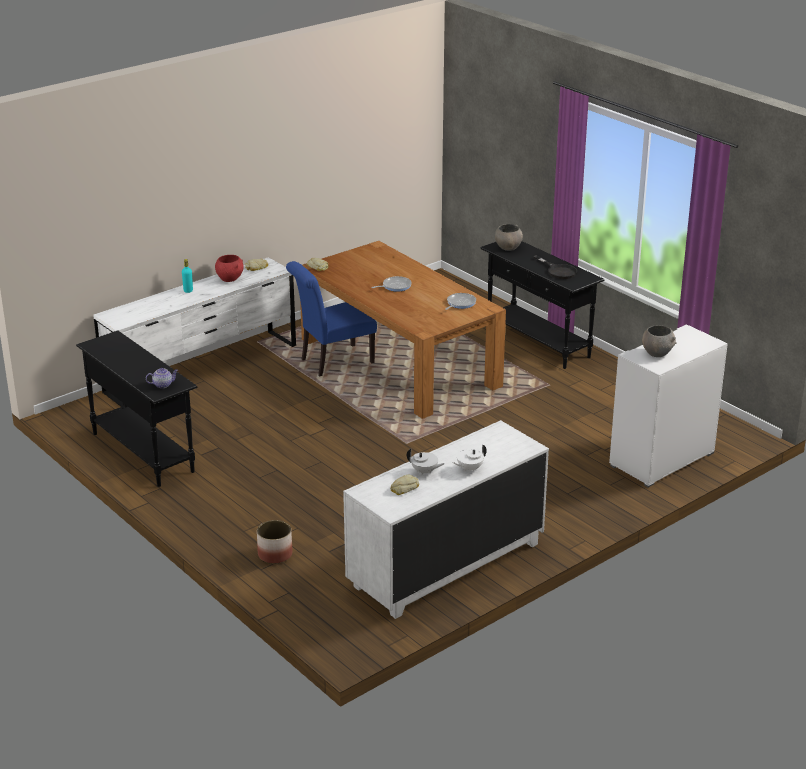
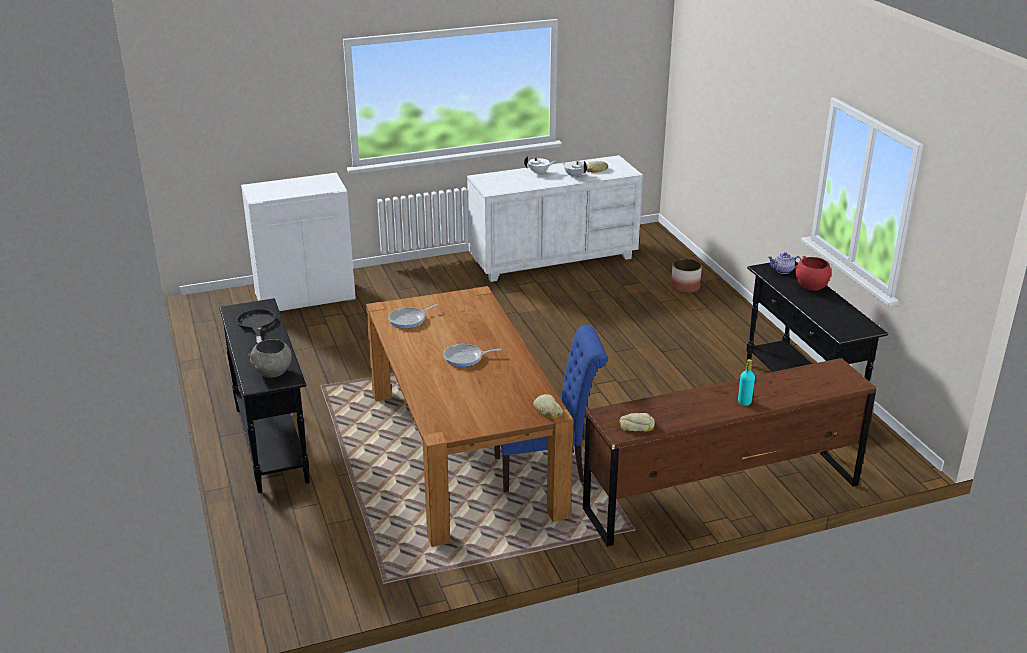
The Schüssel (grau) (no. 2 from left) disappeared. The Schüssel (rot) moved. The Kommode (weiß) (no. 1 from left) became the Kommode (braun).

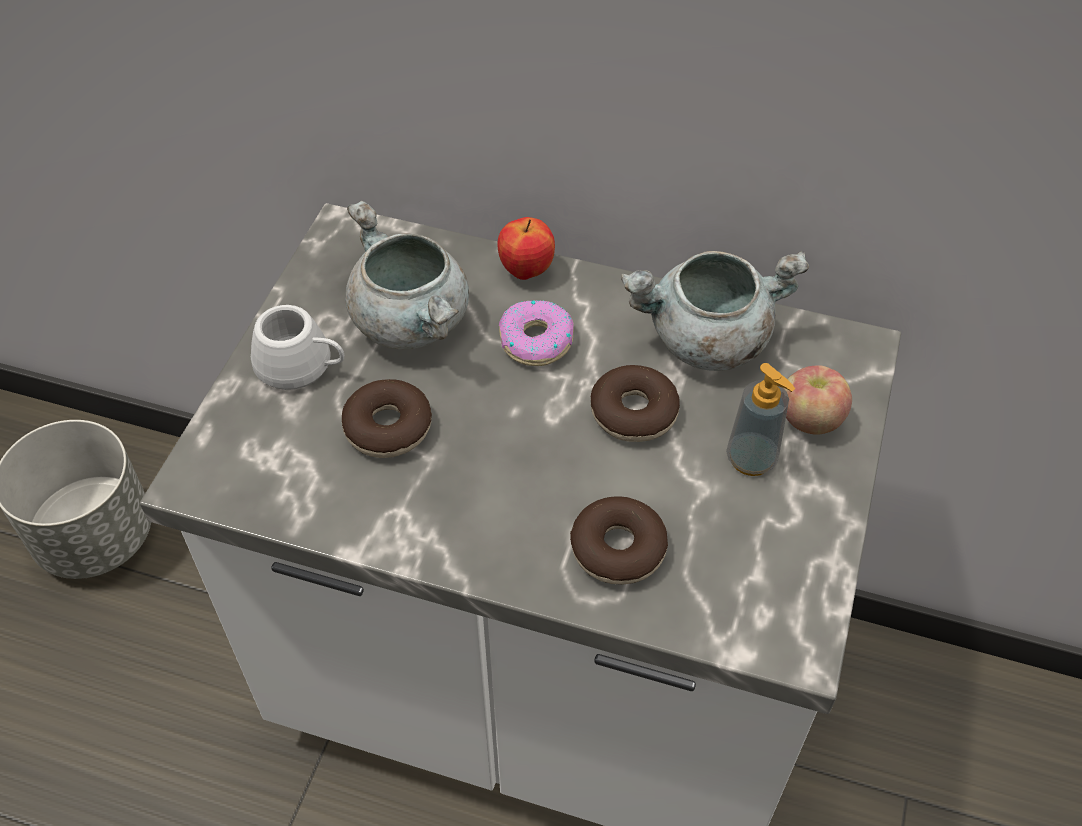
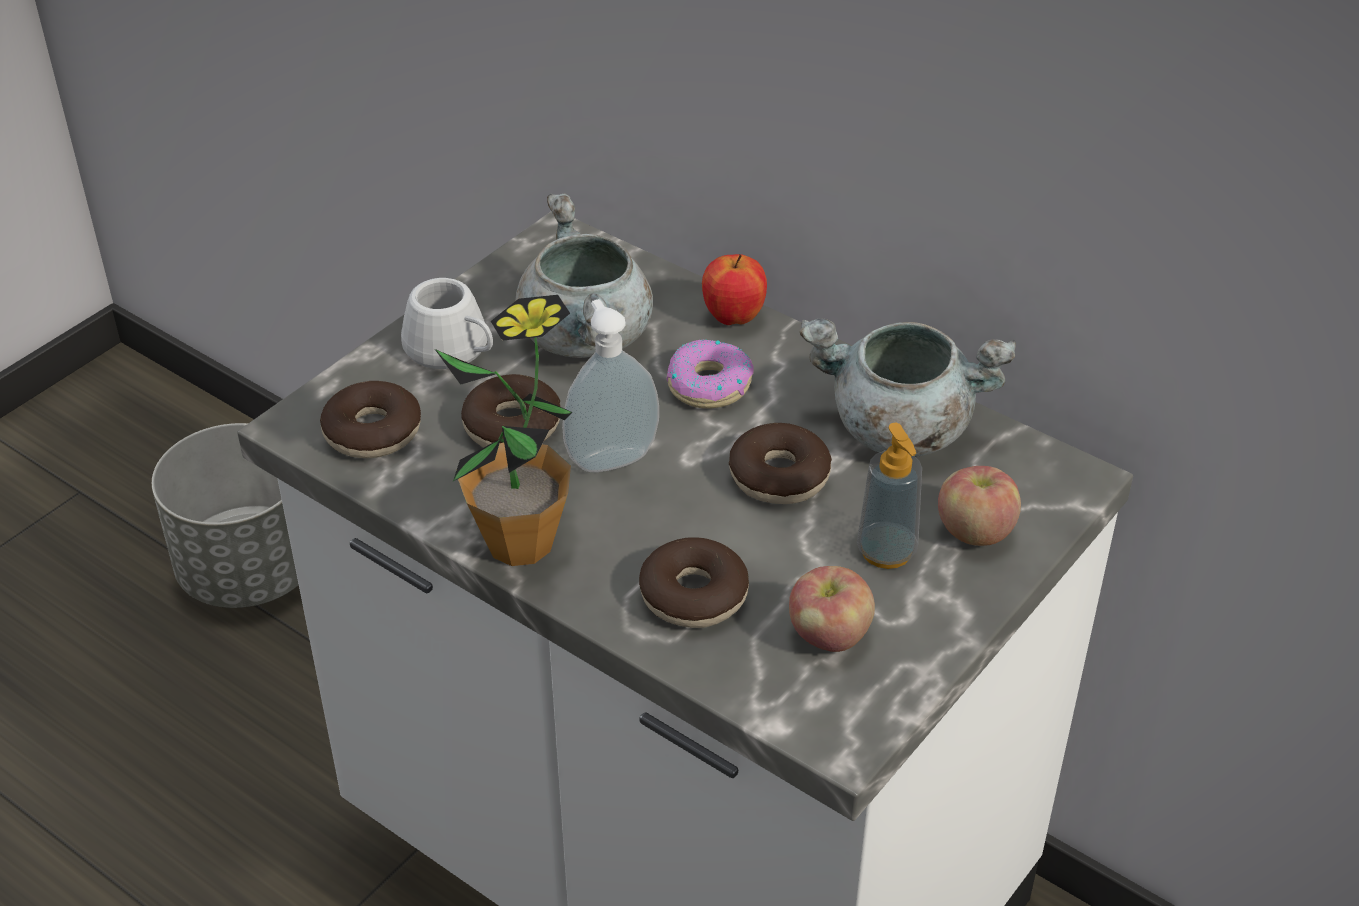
The Donut (no. 1 from left) appeared. The Topfpflanze appeared. The Seifenspender (no. 1 from left) appeared. The Apfel (no. 2 from left) appeared.

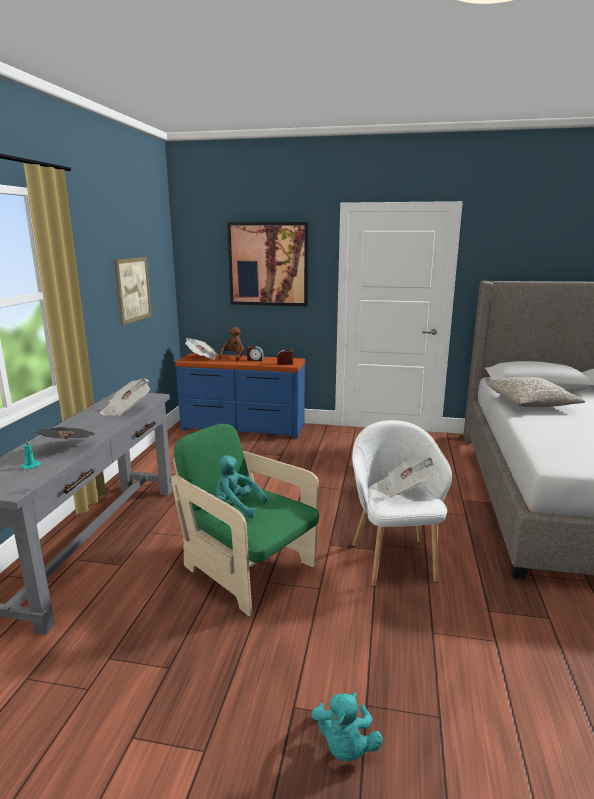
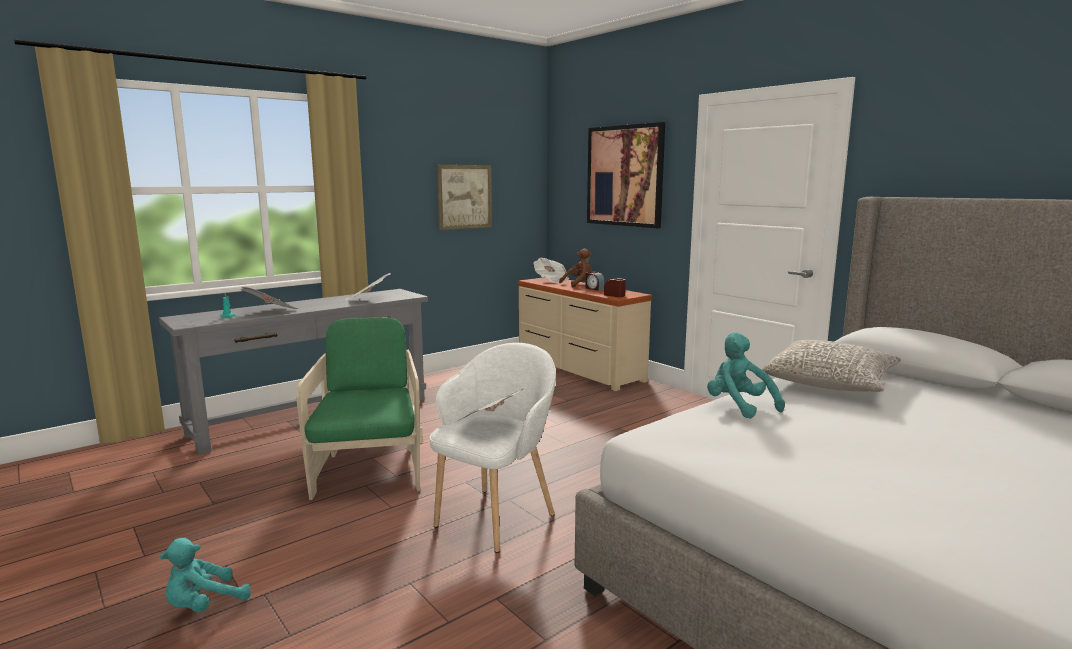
The Plüschtier (türkis) (no. 1 from left in the first image) moved. The Kommode (blau) became the Kommode (beige).

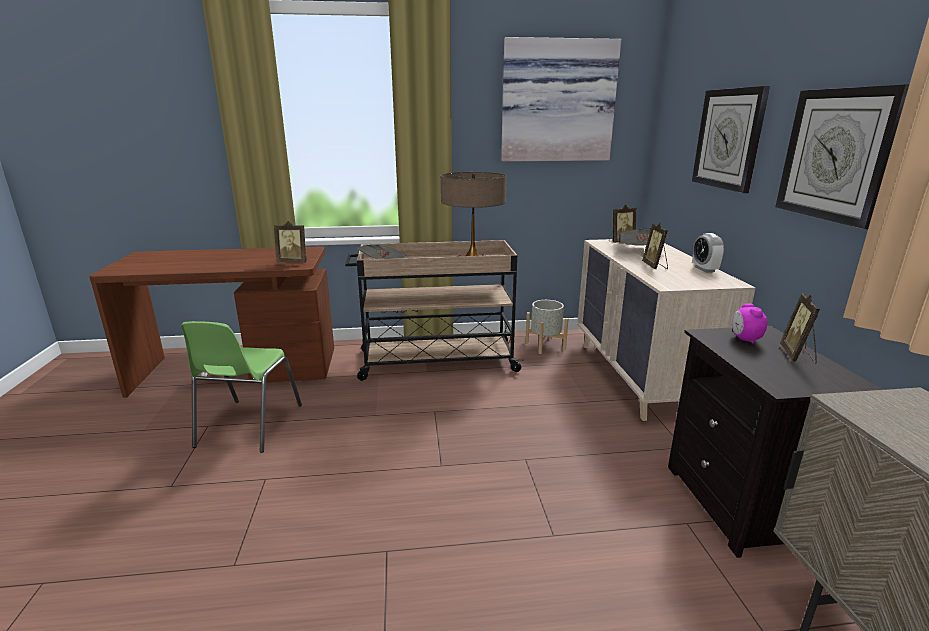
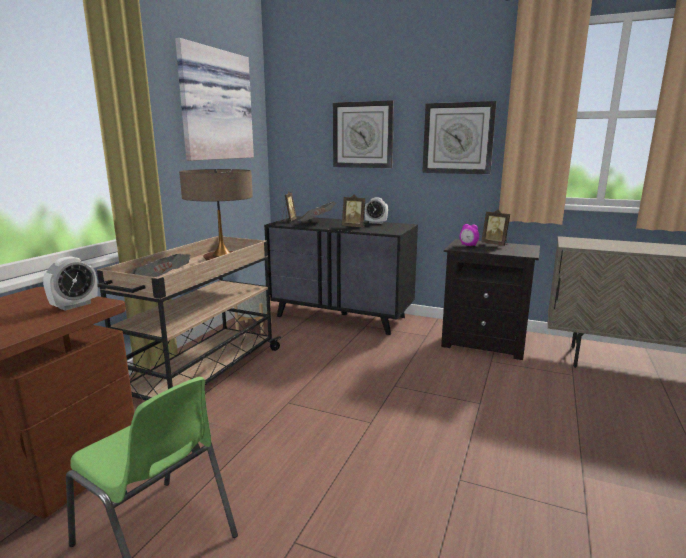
The Bilderrahmen (no. 1 from left) was replaced by the Wecker (no. 1 from left). The Kommode (beige) became the Kommode (schwarz).

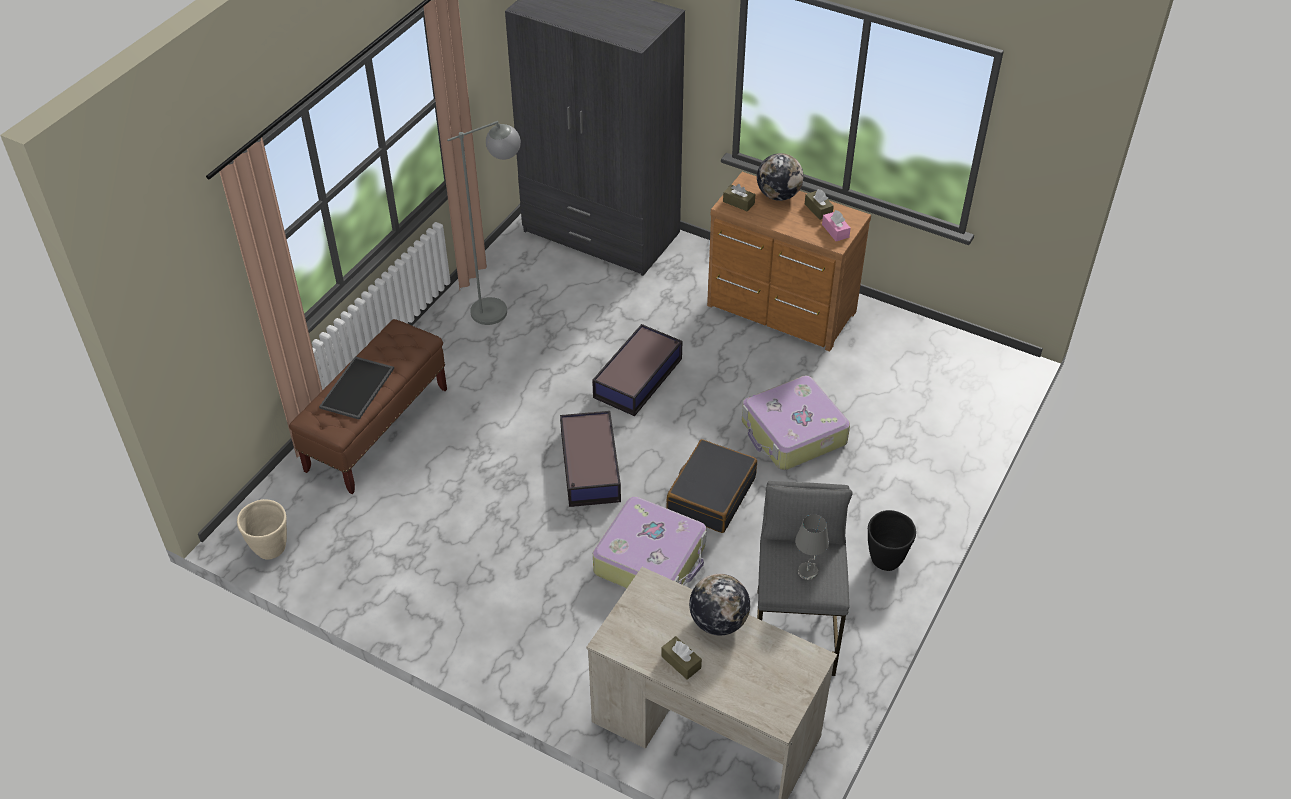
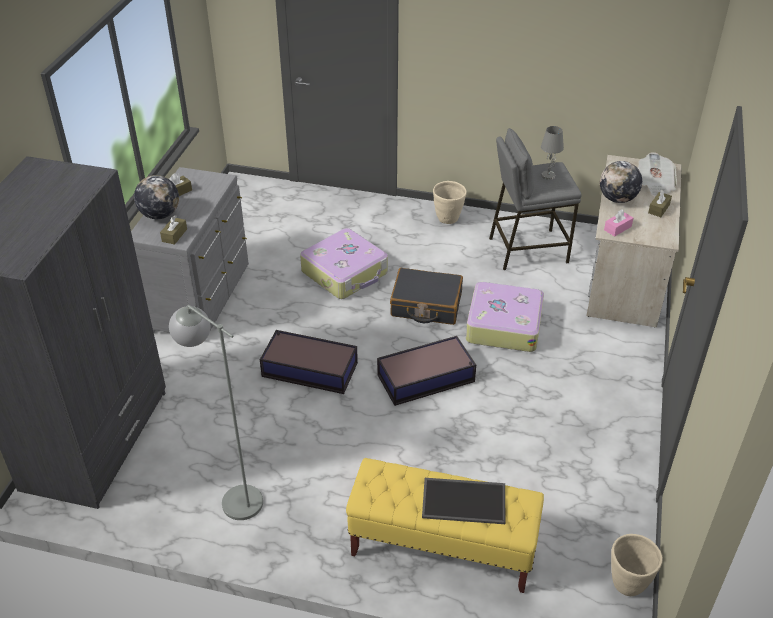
The Zeitung appeared. The Taschentuchbox (rosa) moved. The Bank (braun) became the Bank (gelb). The Kommode (braun) became the Kommode (grau). The Pflanzkübel (schwarz) became the Pflanzkübel (beige) (no. 1 from left).

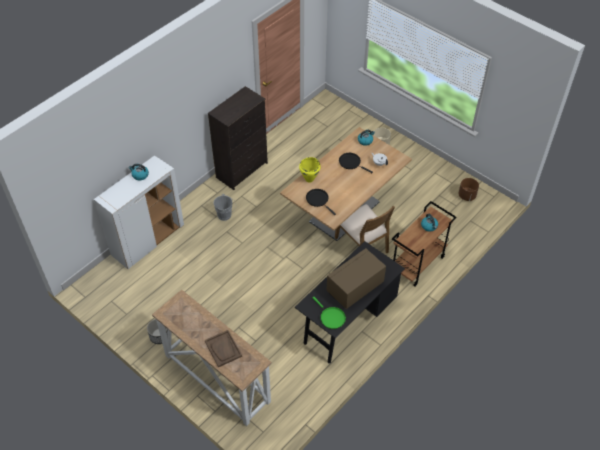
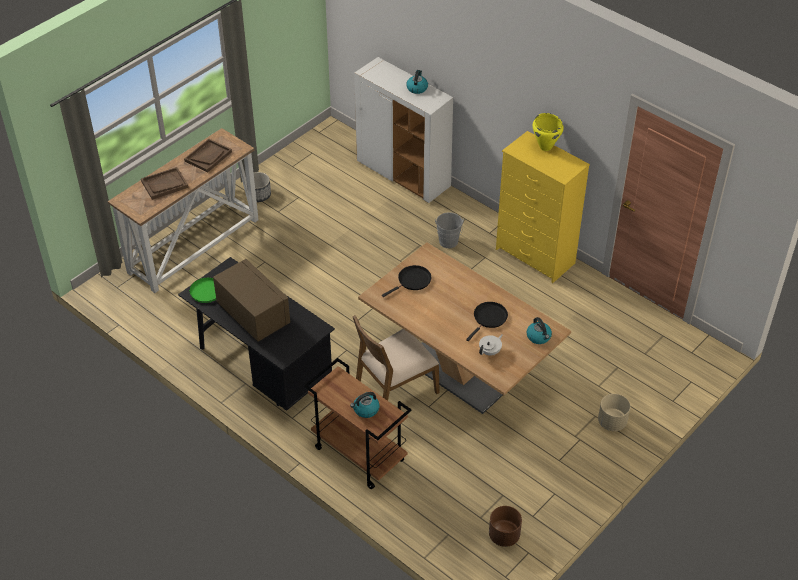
The Tablett (braun) (no. 2 from left) appeared. The Kochtopf (gelb) moved. The Kommode (schwarz) became the Kommode (gelb).

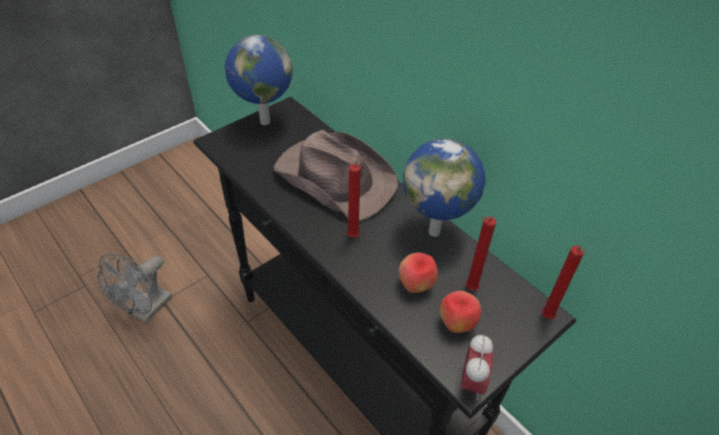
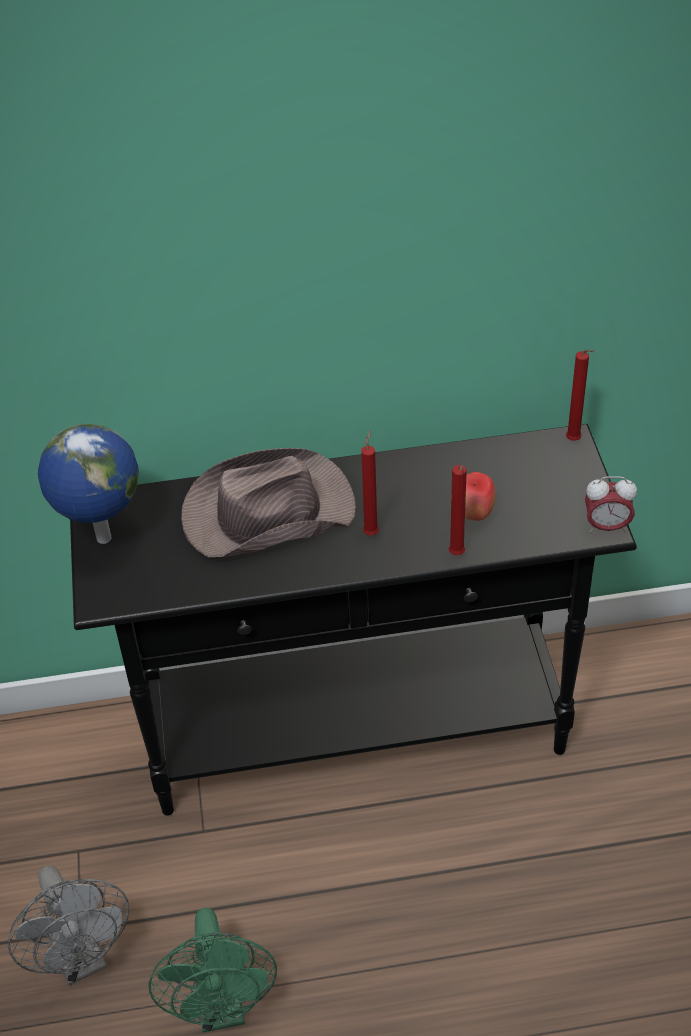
The Globus (no. 2 from left) disappeared. The Apfel (no. 2 from left) disappeared. The Ventilator (grün) appeared. The Kerze (rot) (no. 2 from left) moved. The Wecker turned 135 degrees clockwise.

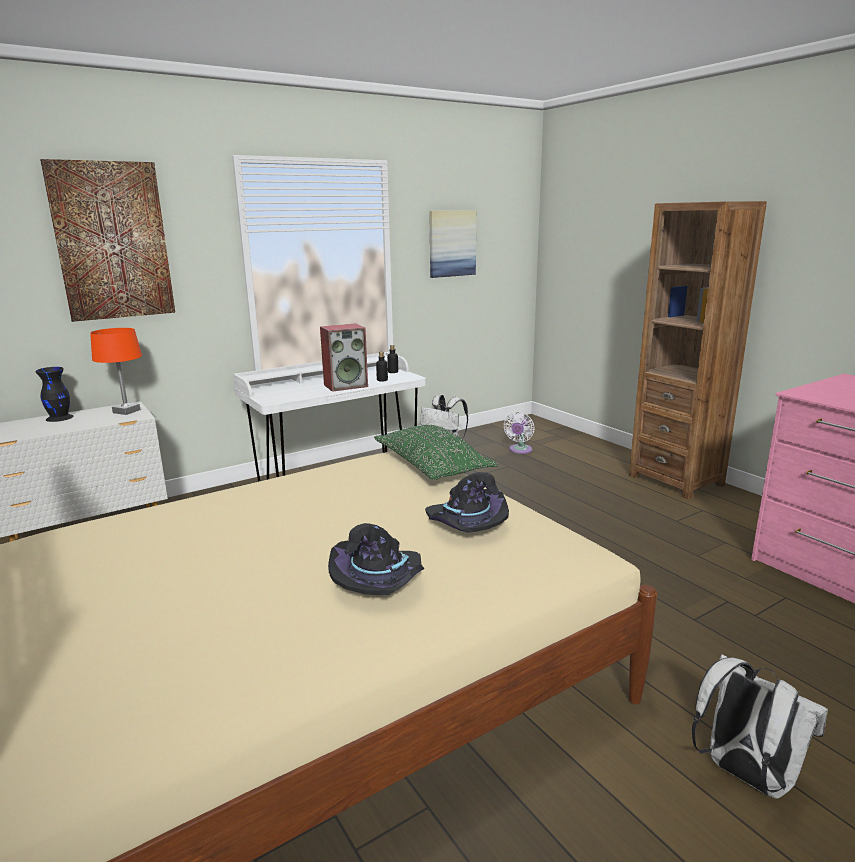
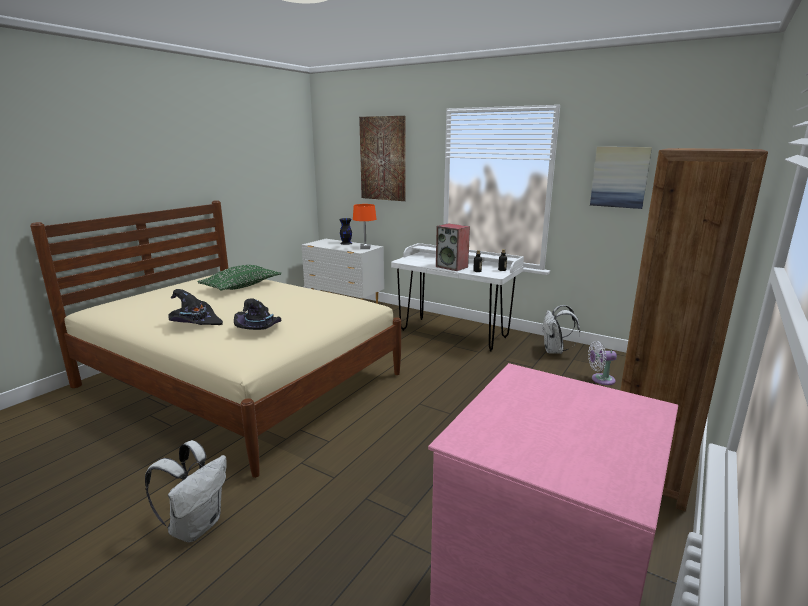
The Kissen (grün) moved.

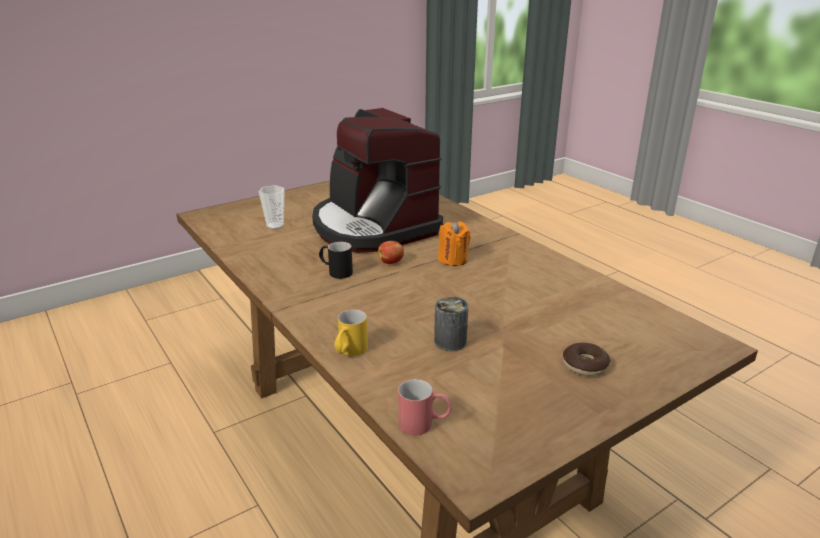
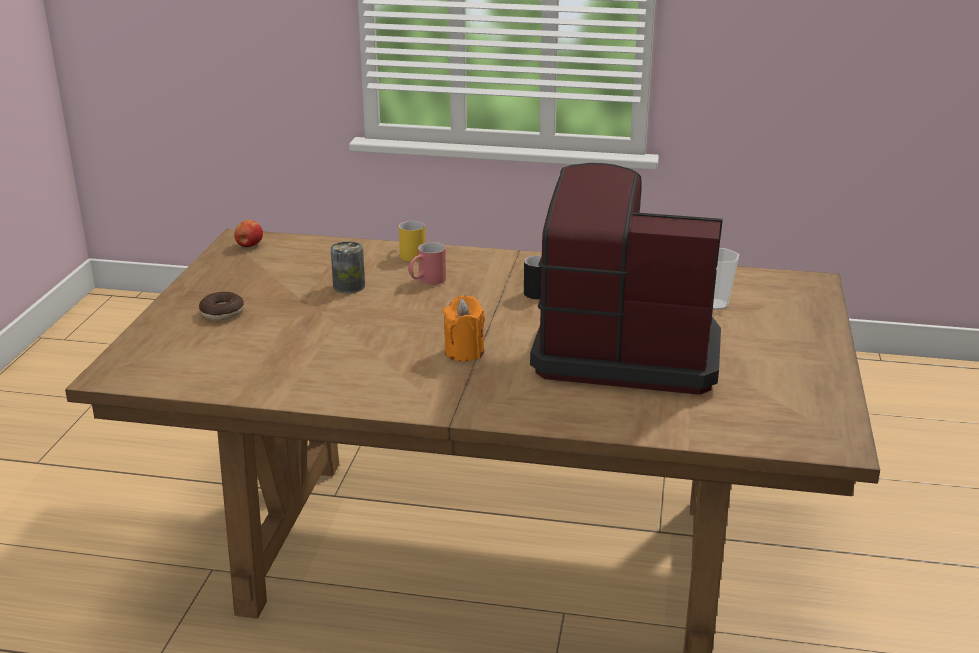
The Apfel moved. The Henkelbecher (rot) moved.

